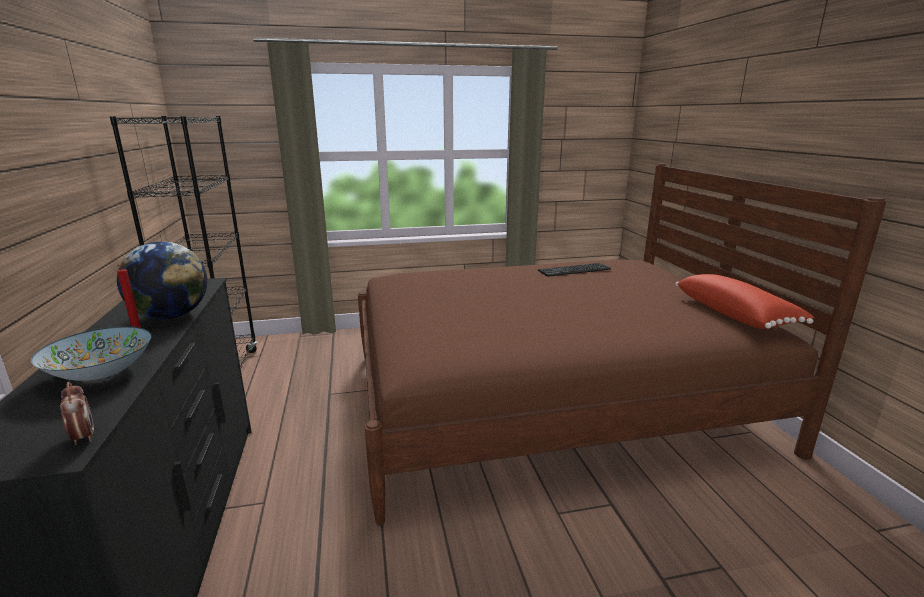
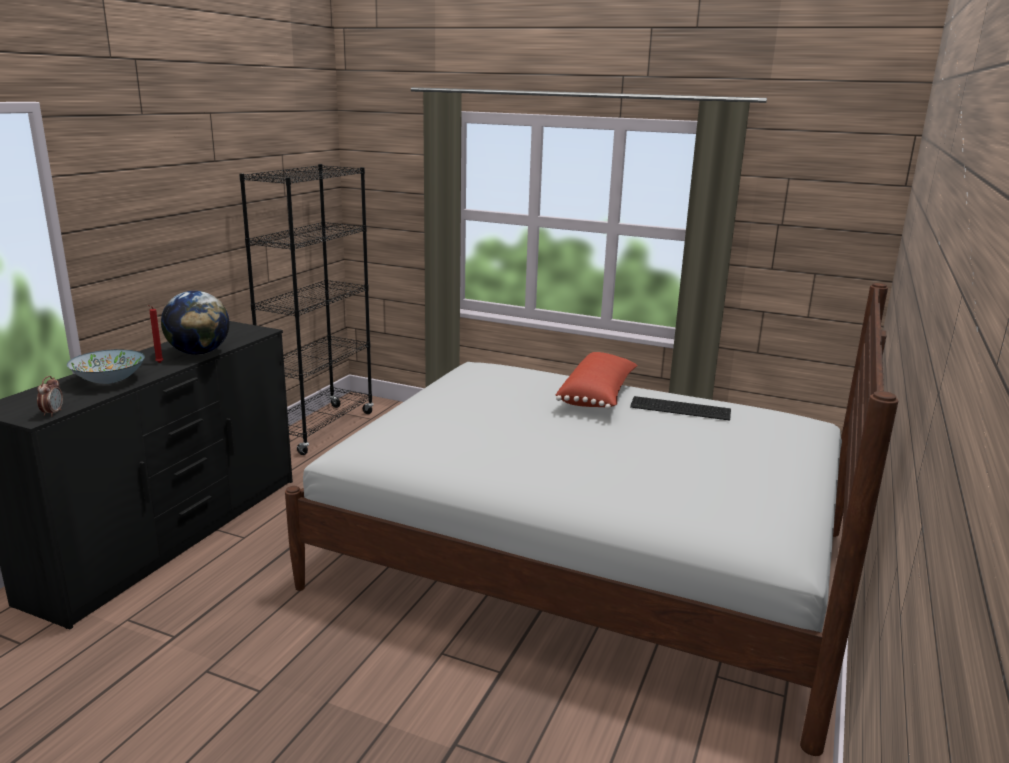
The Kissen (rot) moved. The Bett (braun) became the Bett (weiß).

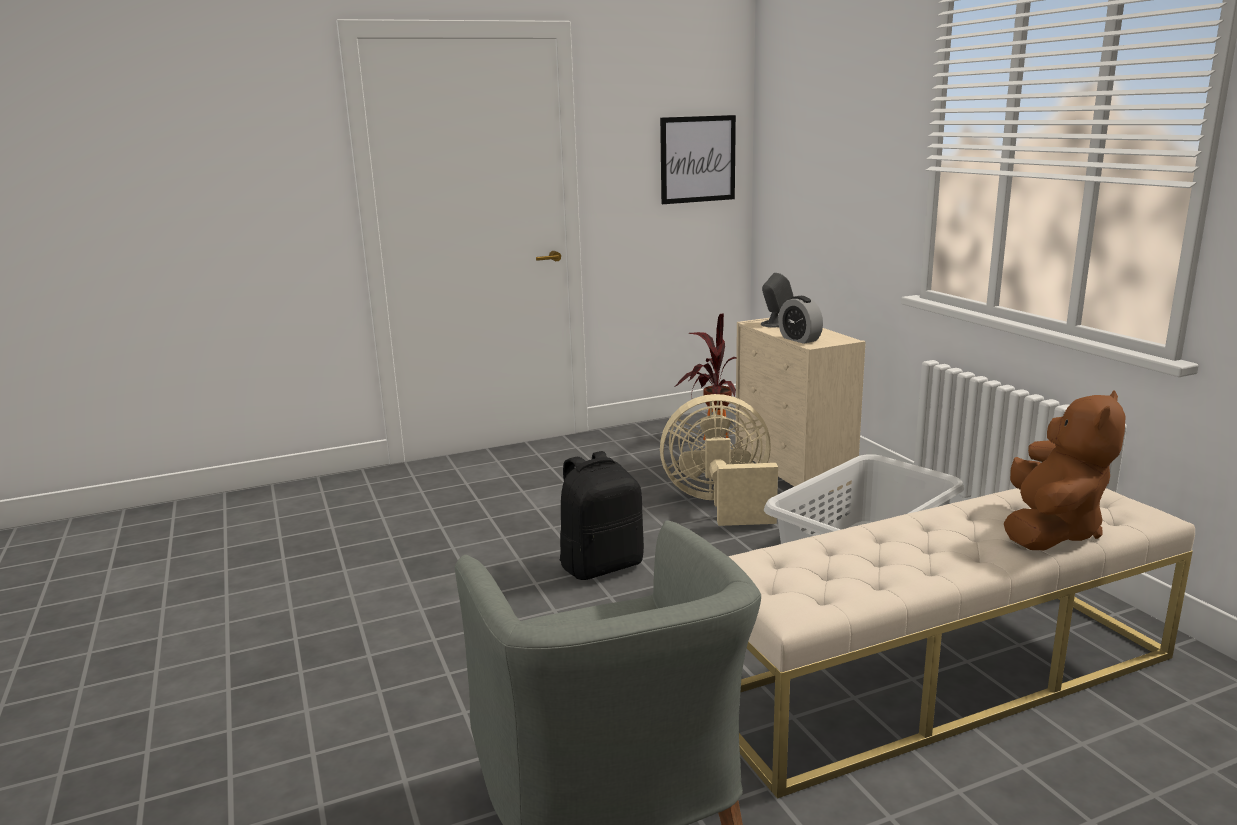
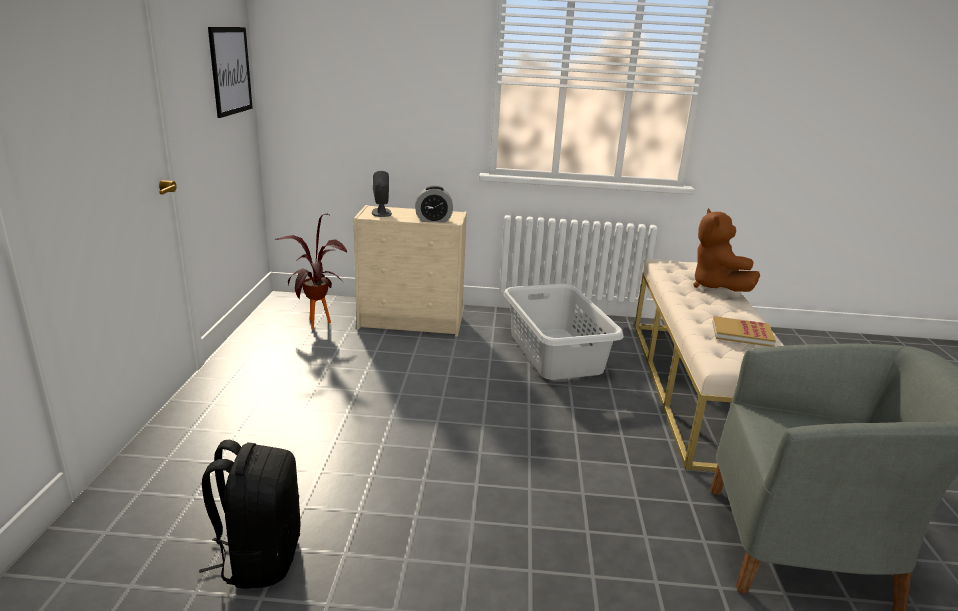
The Ventilator (beige) disappeared. The Buch appeared. The Rucksack (schwarz) moved. The Plüschtier (braun) turned 150 degrees counterclockwise.

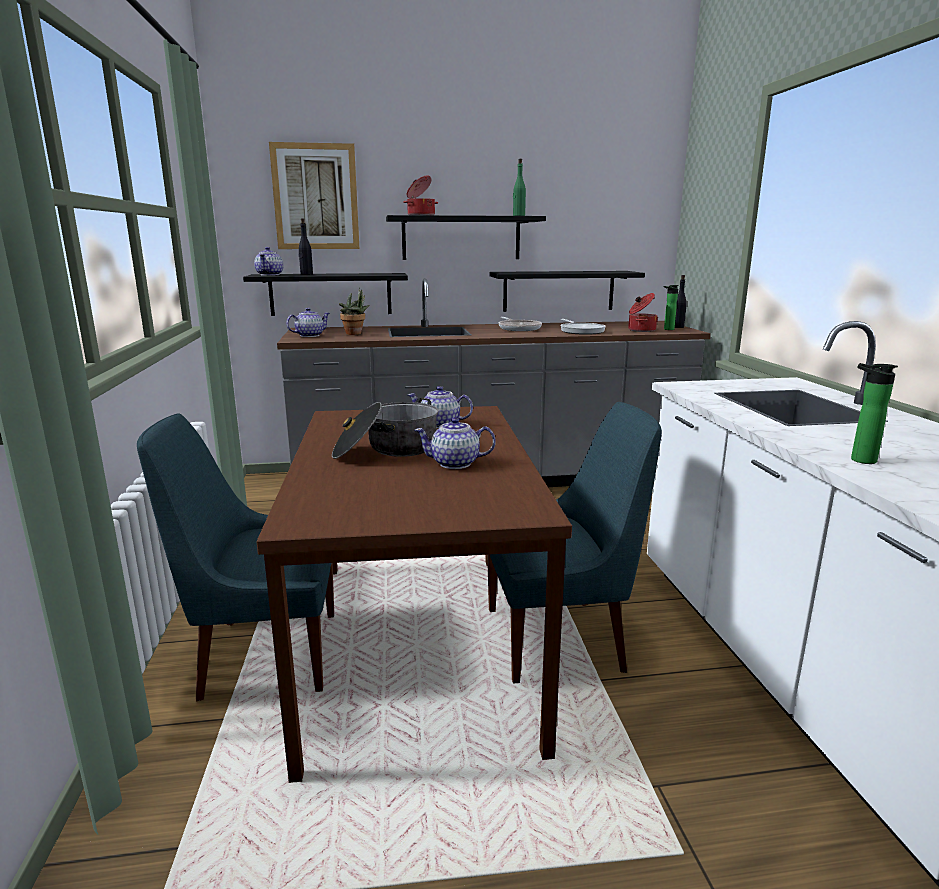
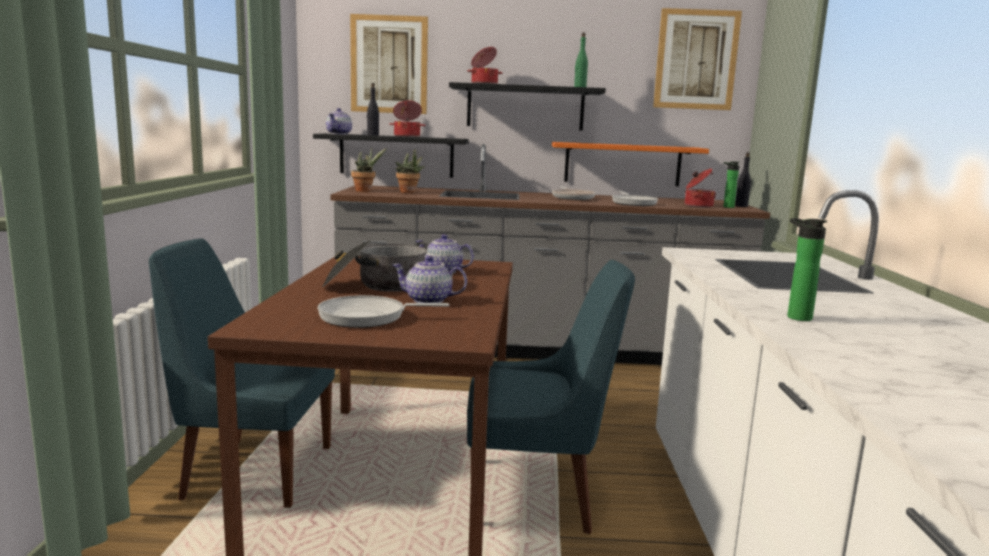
The Pfanne (no. 1 from left) appeared. The Kochtopf (no. 2 from left) appeared. The Bild (no. 2 from left) appeared. The Teekanne (no. 2 from left) was replaced by the Topfpflanze (no. 1 from left). The Wandregal (schwarz) (no. 3 from left) became the Wandregal (orange).

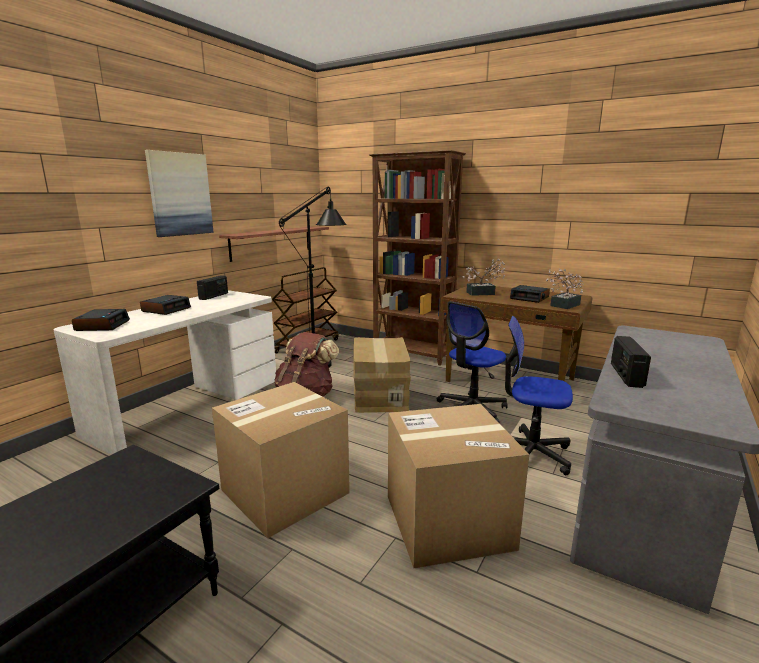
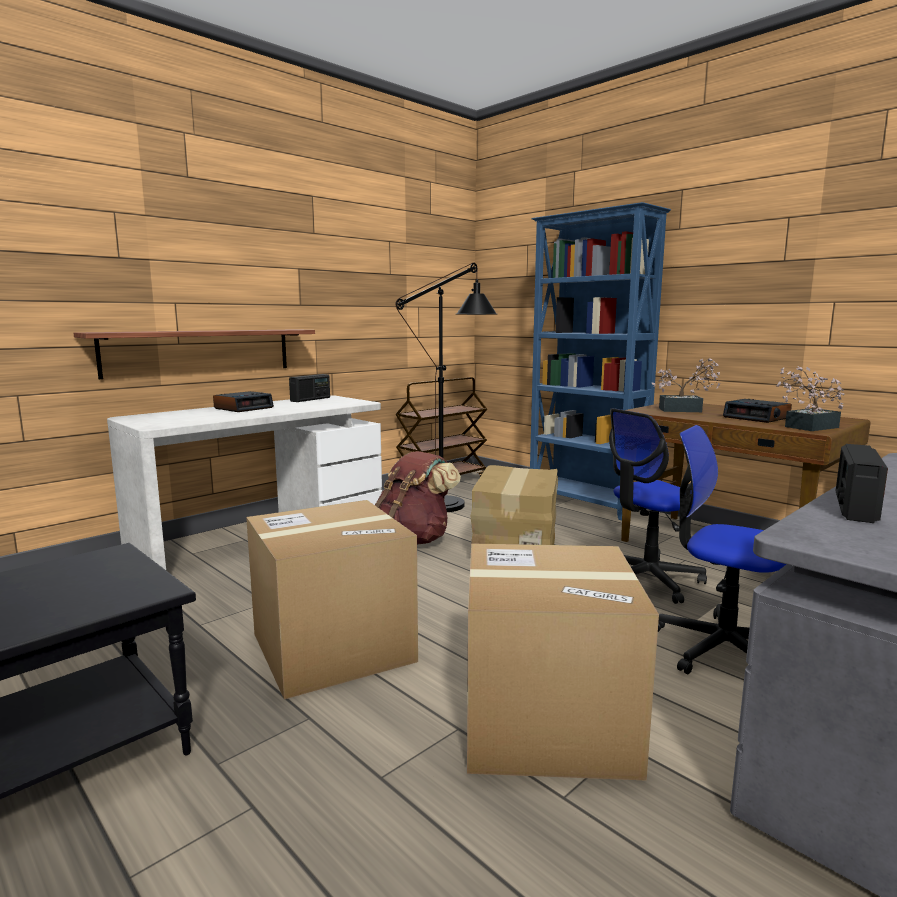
The Wecker (no. 1 from left) disappeared. The Bild disappeared. The Wandregal moved. The Bücherregal (braun) became the Bücherregal (blau).

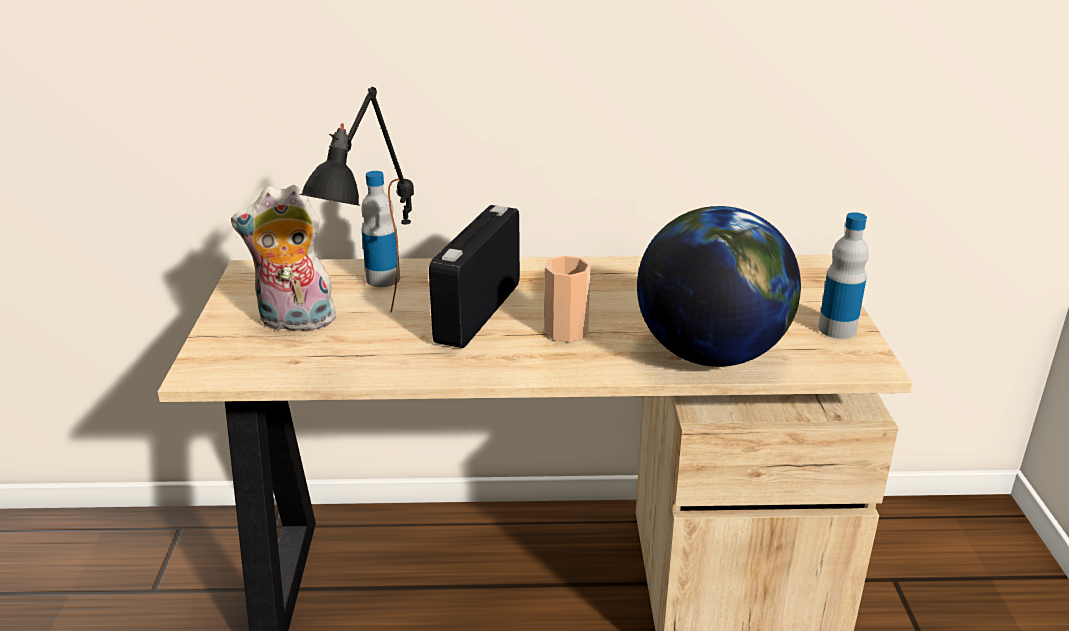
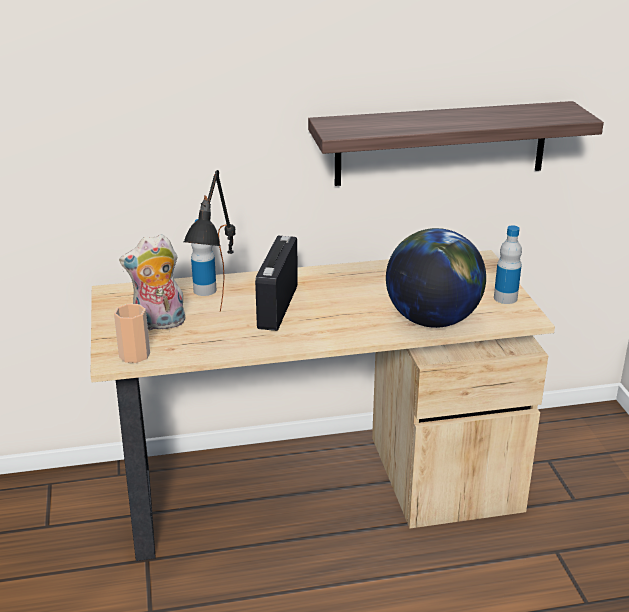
The Wandregal appeared. The Tasse moved.

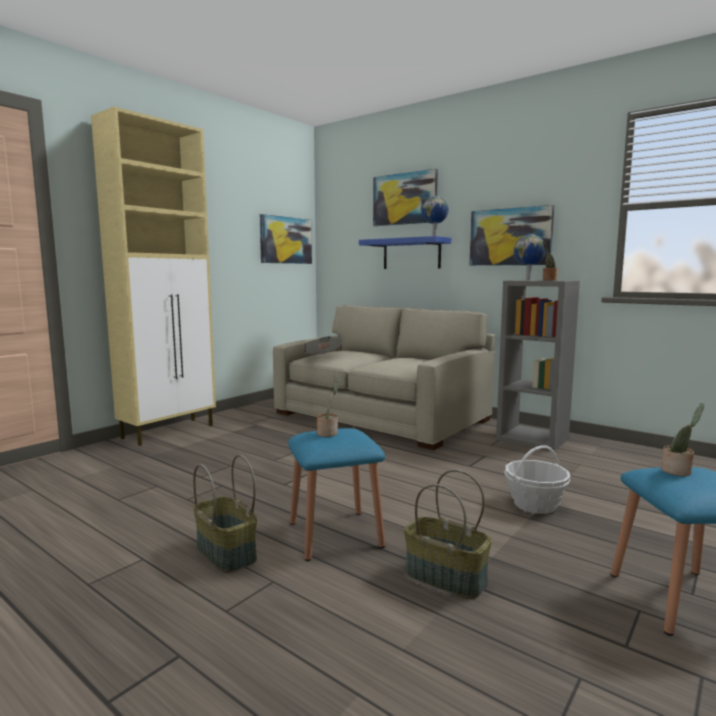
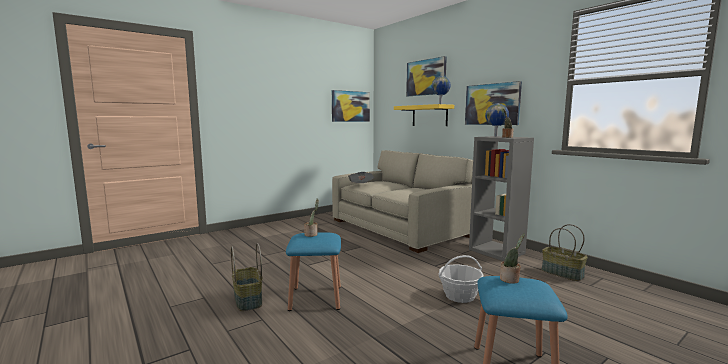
The Schrank (beige) disappeared. The Korb (no. 2 from left in the first image) moved. The Wandregal (blau) became the Wandregal (gelb).

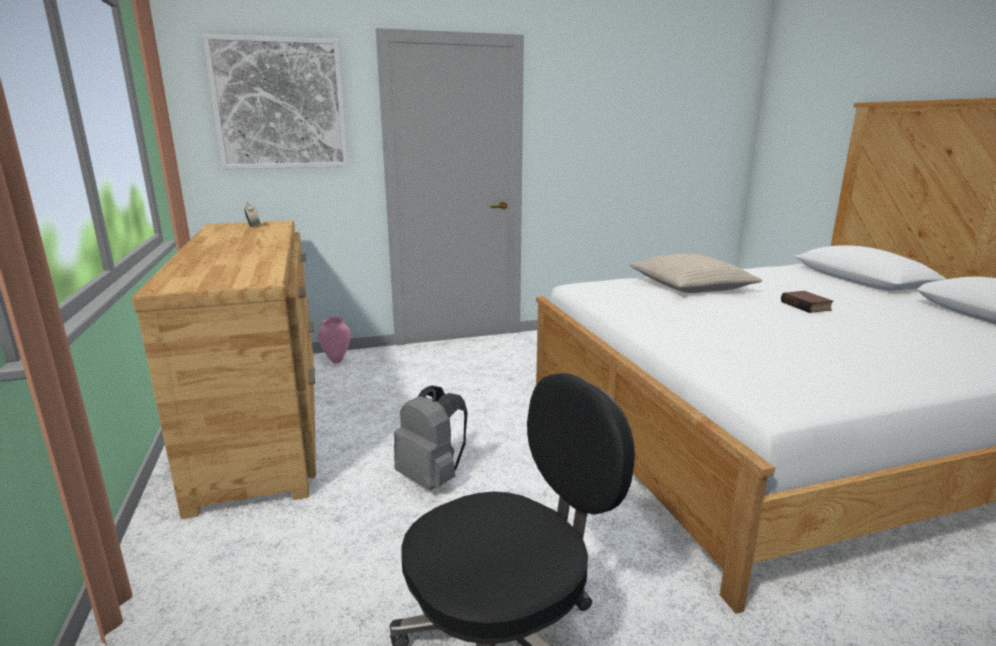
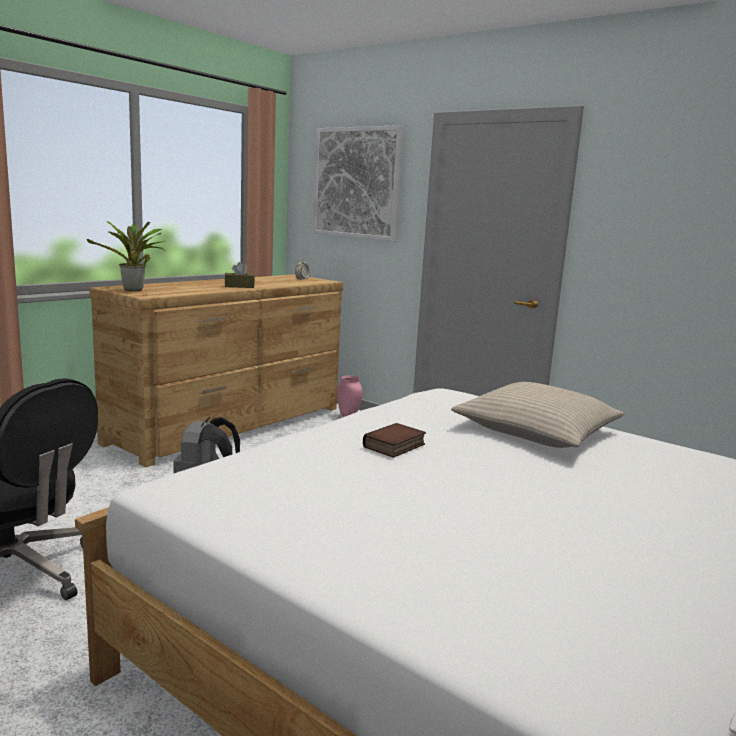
The Topfpflanze appeared. The Taschentuchbox (braun) appeared. The Buch moved.

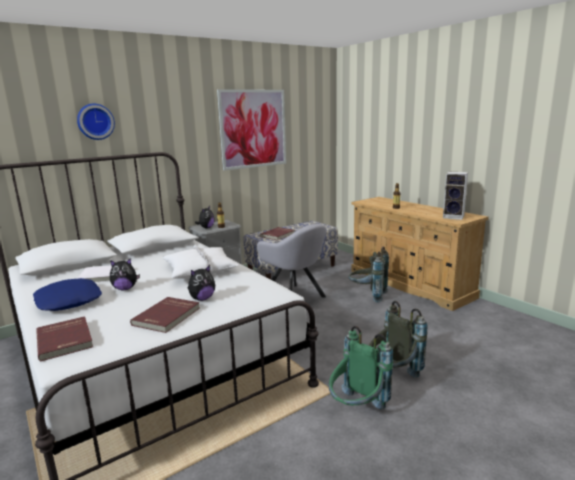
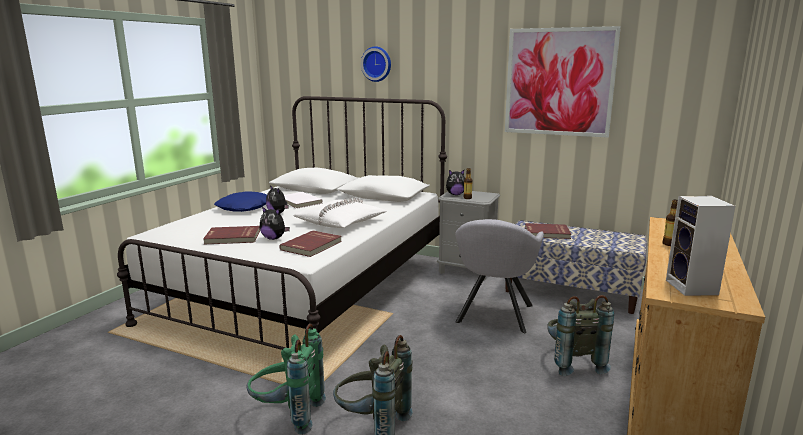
The Buch (rot) (no. 1 from left in the first image) moved.

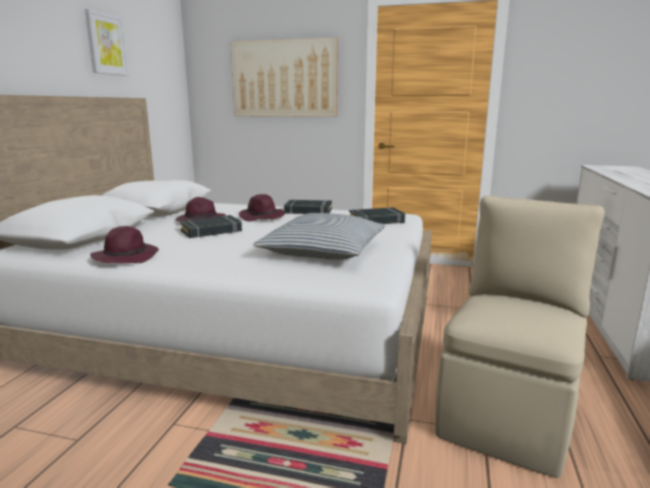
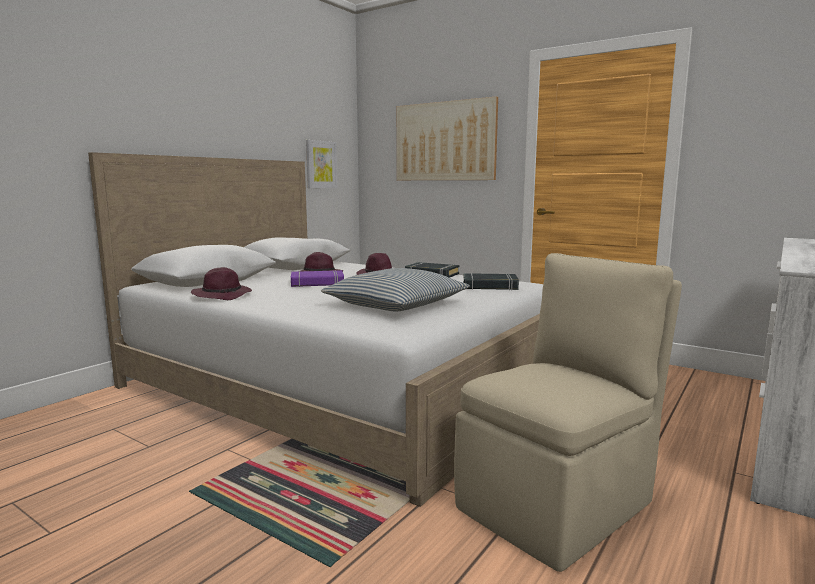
The Bild (no. 1 from left) moved. The Buch (schwarz) (no. 1 from left) became the Buch (lila).

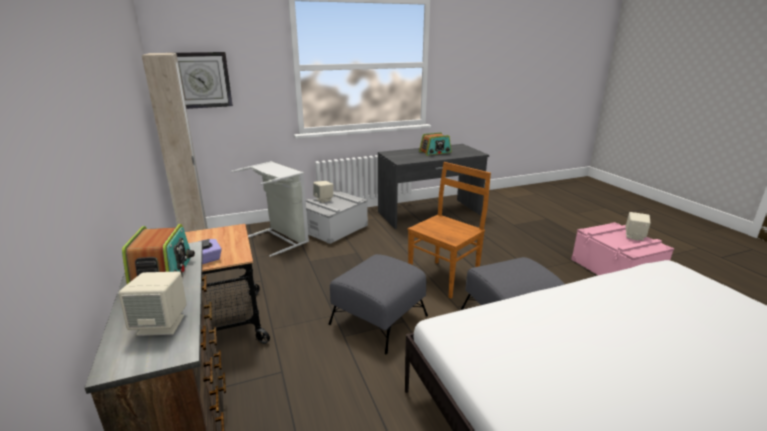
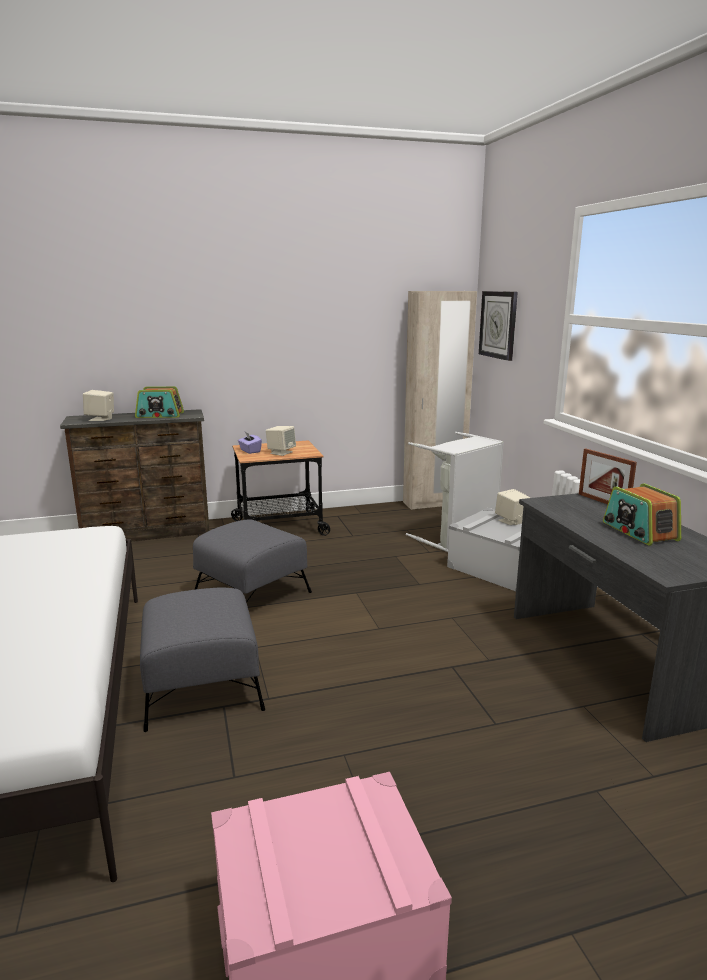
The Stuhl (braun) disappeared. The Bilderrahmen appeared. The Lautsprecher (beige) (no. 3 from left in the first image) moved.

